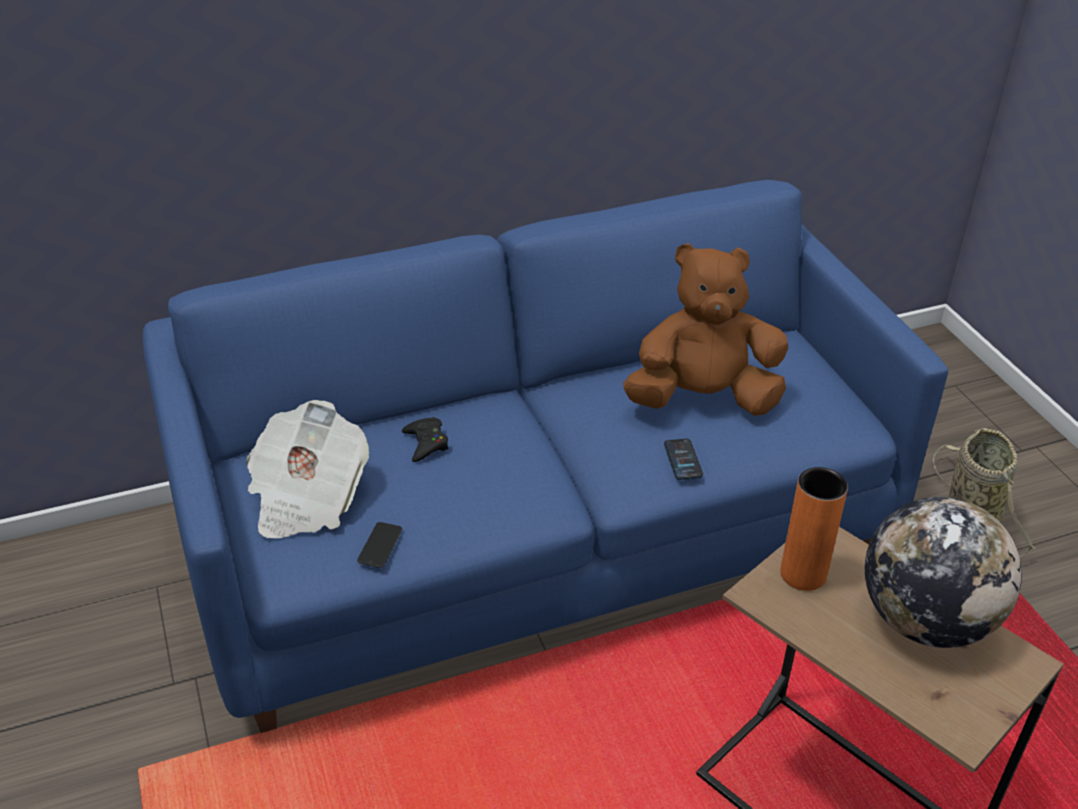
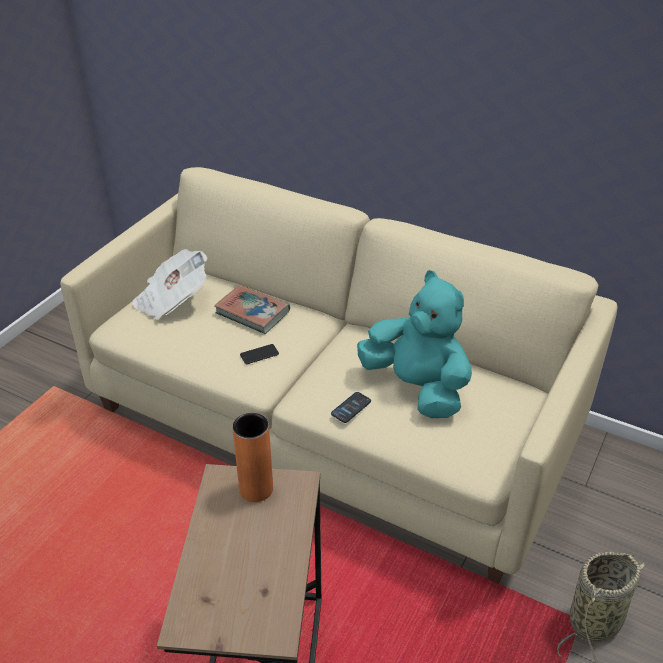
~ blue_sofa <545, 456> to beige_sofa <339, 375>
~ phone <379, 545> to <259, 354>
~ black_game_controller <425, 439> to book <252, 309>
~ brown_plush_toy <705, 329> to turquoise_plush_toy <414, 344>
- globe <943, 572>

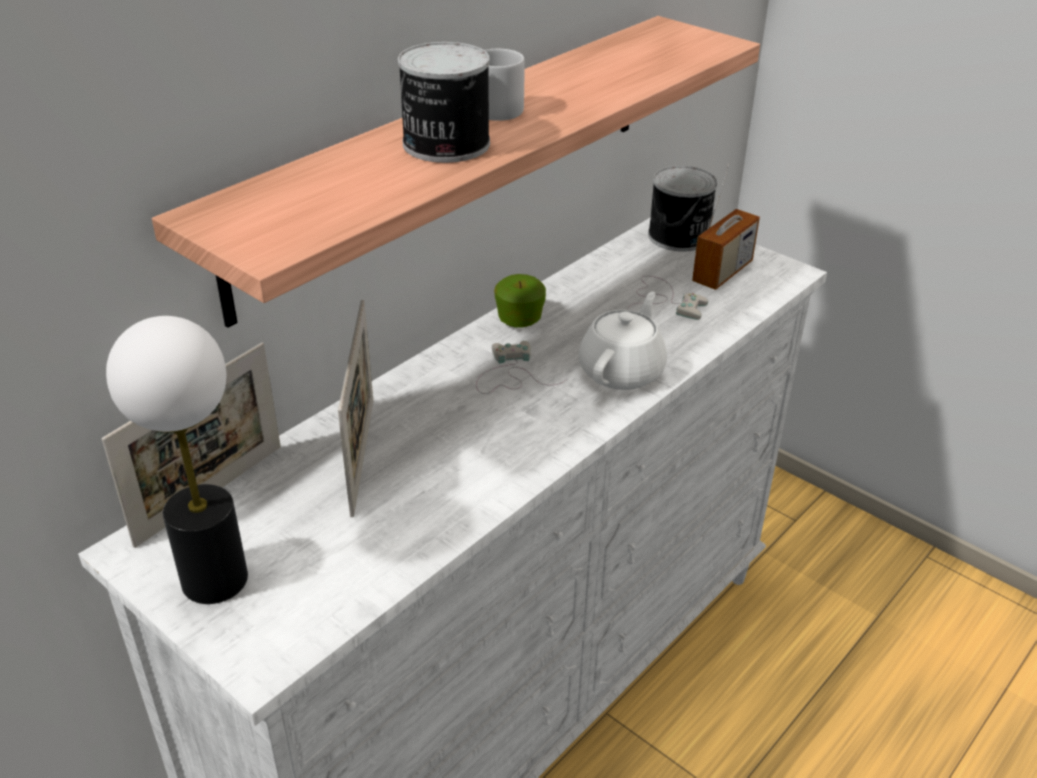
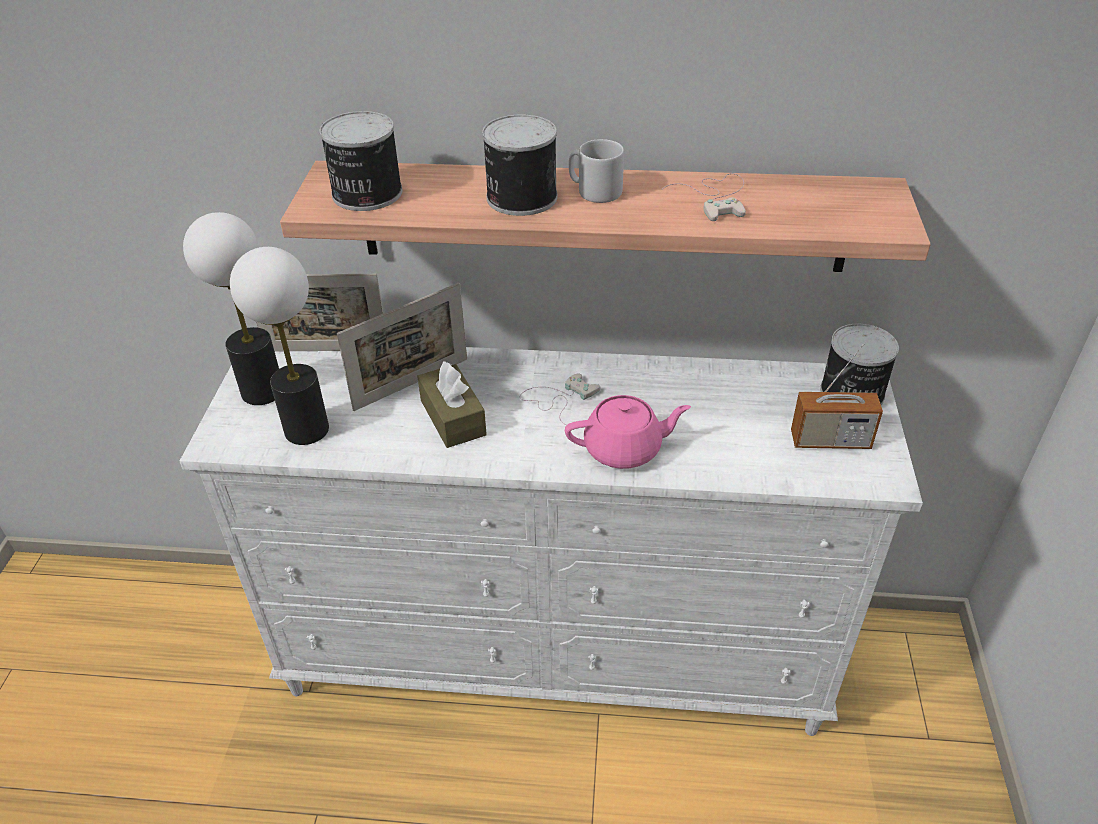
- apple <520, 301>
~ white_teapot <623, 341> to pink_teapot <628, 432>
~ white_game_controller <667, 298> to <704, 197>
+ table_lamp <279, 346>
+ can <361, 161>
+ brown_tissue_box <452, 404>

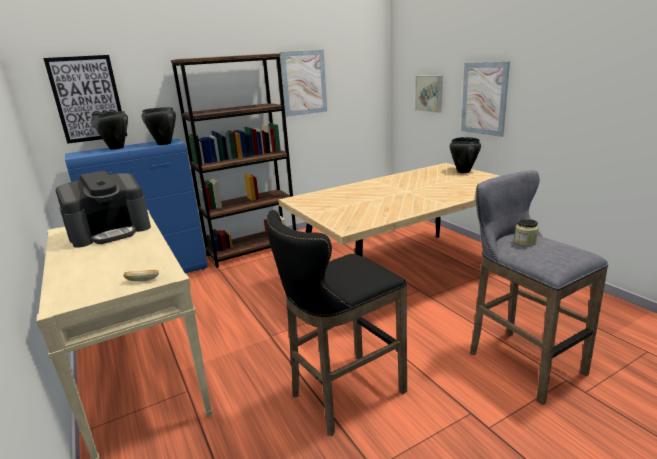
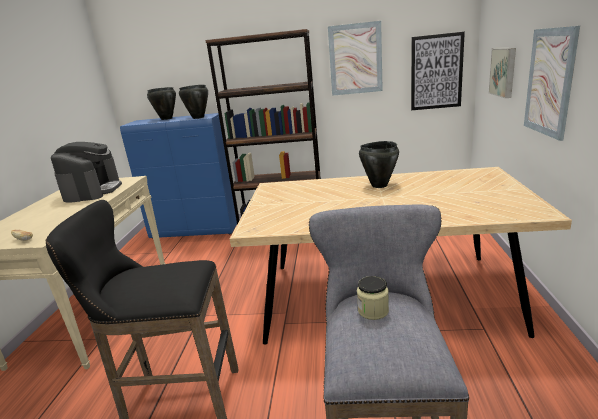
~ picture <85, 99> to <438, 71>
~ coffee_machine <103, 209> = <86, 172> 90 degrees counterclockwise
~ black_cooking_pot <465, 155> to <379, 164>

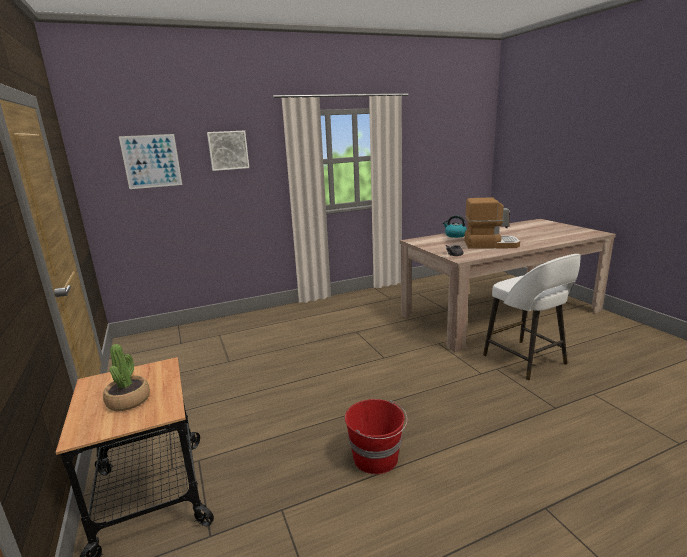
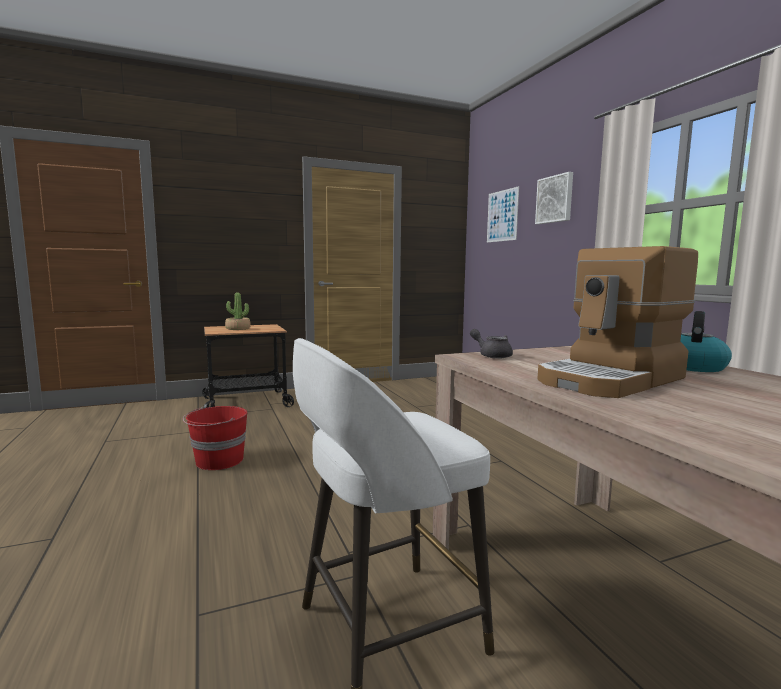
~ coffee_machine <492, 223> = <618, 322> 45 degrees clockwise

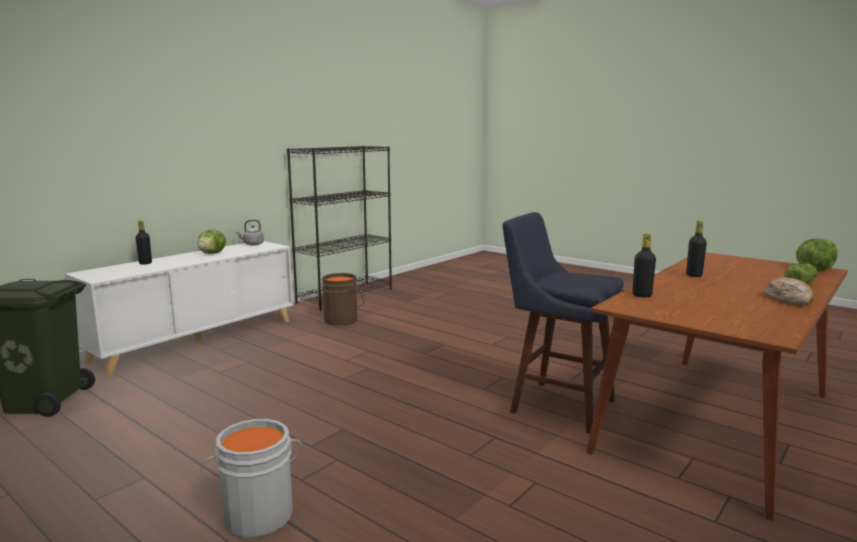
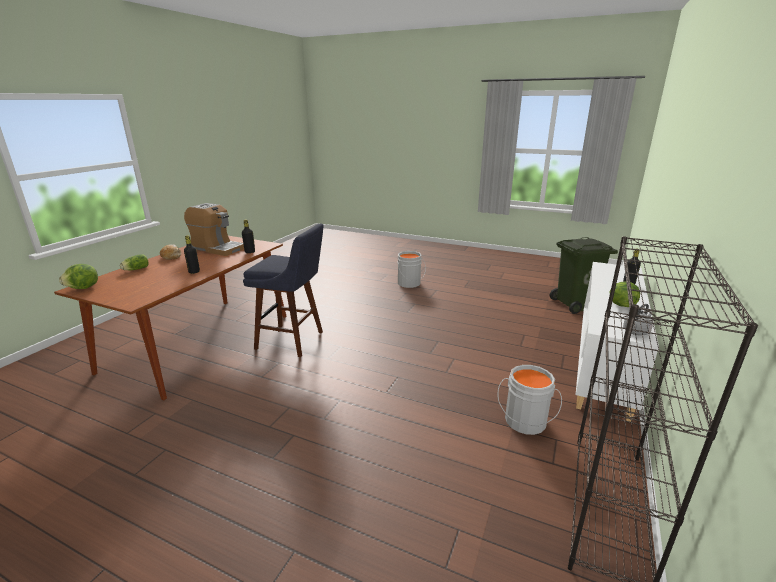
~ brown_bucket <343, 299> to grey_bucket <530, 400>
+ coffee_machine <214, 229>

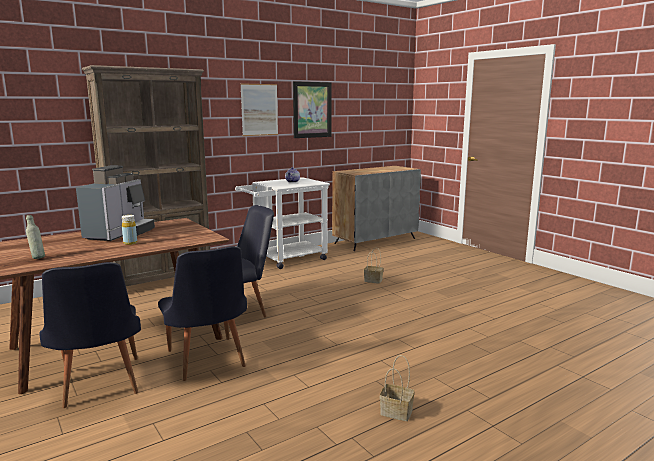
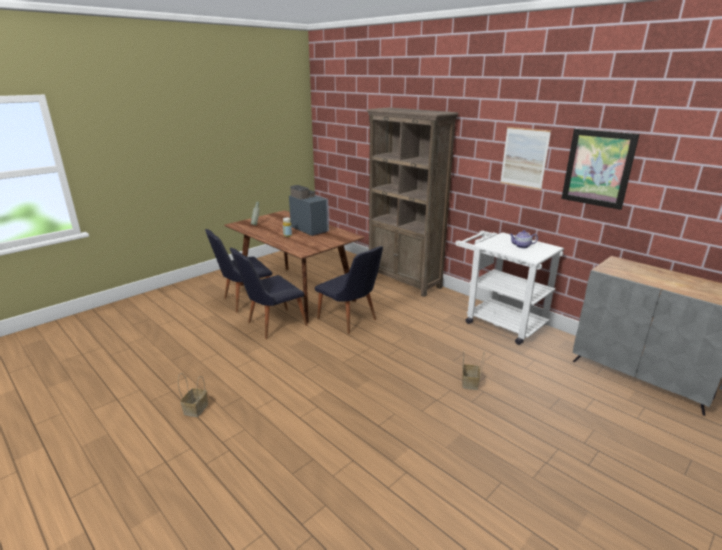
~ coffee_machine <115, 203> = <309, 210> 135 degrees counterclockwise

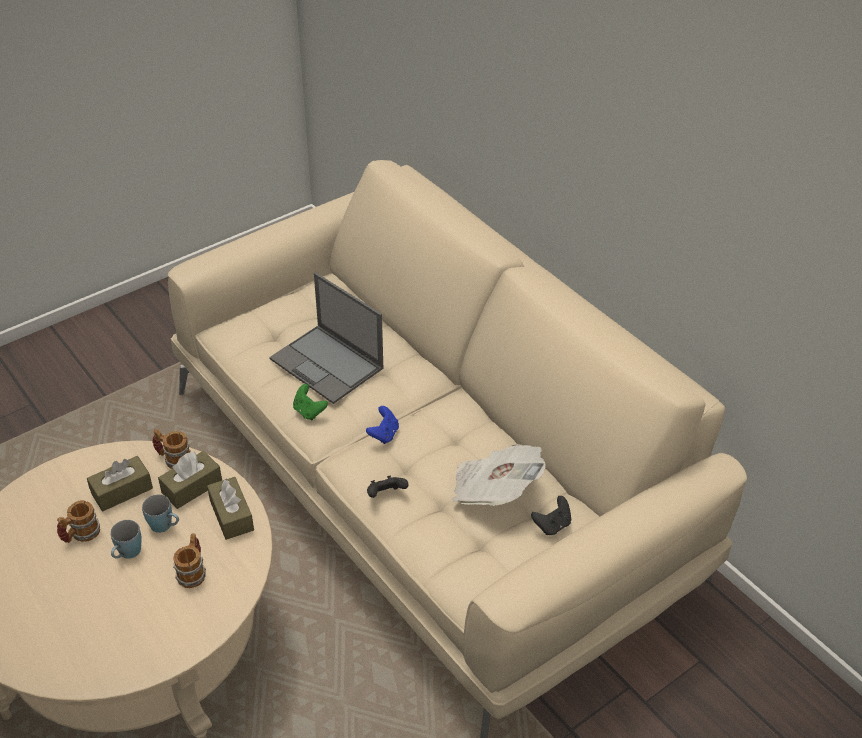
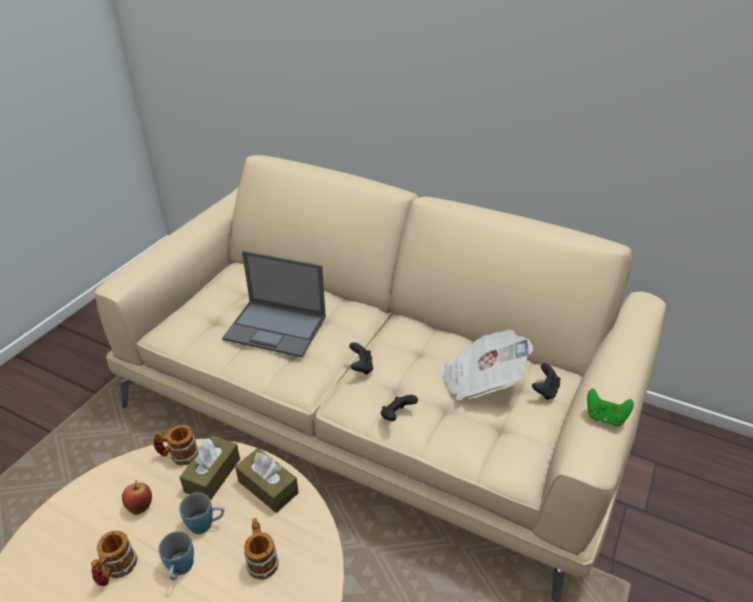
~ brown_tissue_box <120, 483> to apple <137, 497>
~ green_game_controller <310, 402> to <610, 407>
~ blue_game_controller <382, 425> to black_game_controller <361, 358>

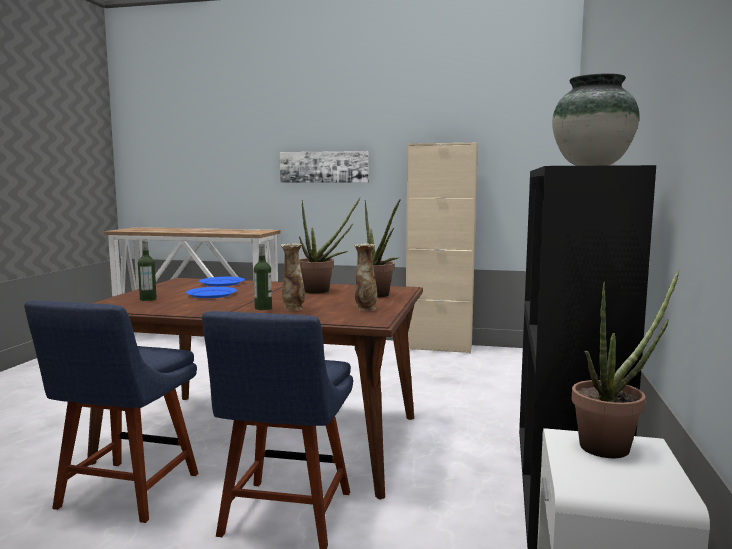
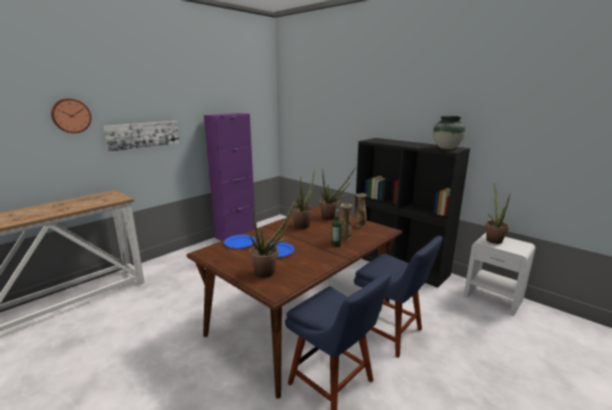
~ bottle <147, 270> to potted_plant <272, 239>
~ beige_cabinet <442, 248> to purple_cabinet <229, 177>
+ wall_clock <71, 115>

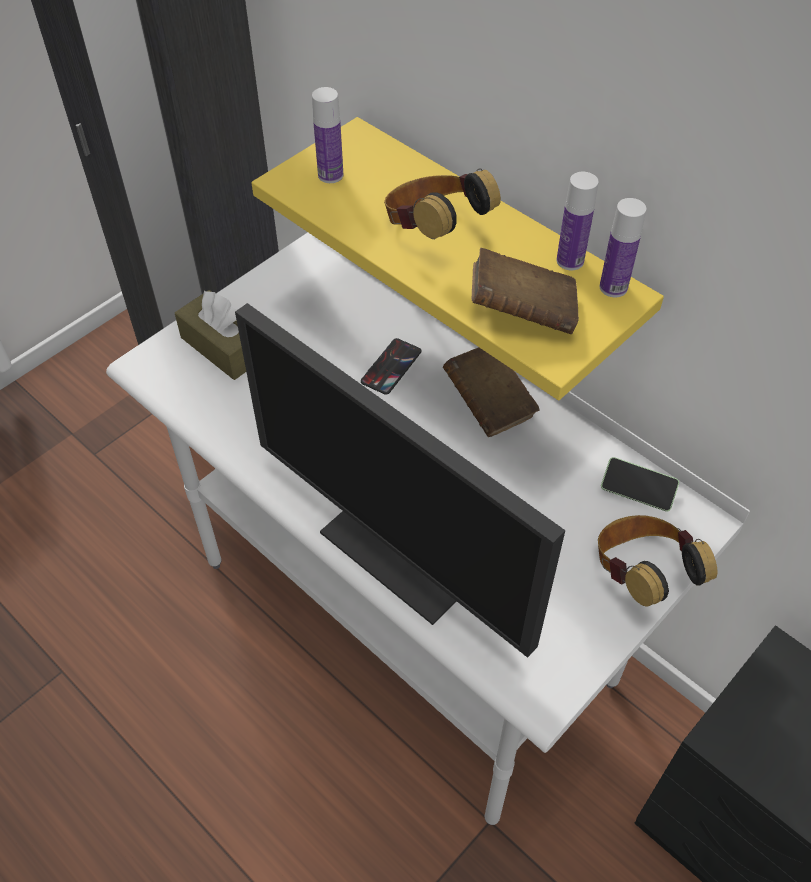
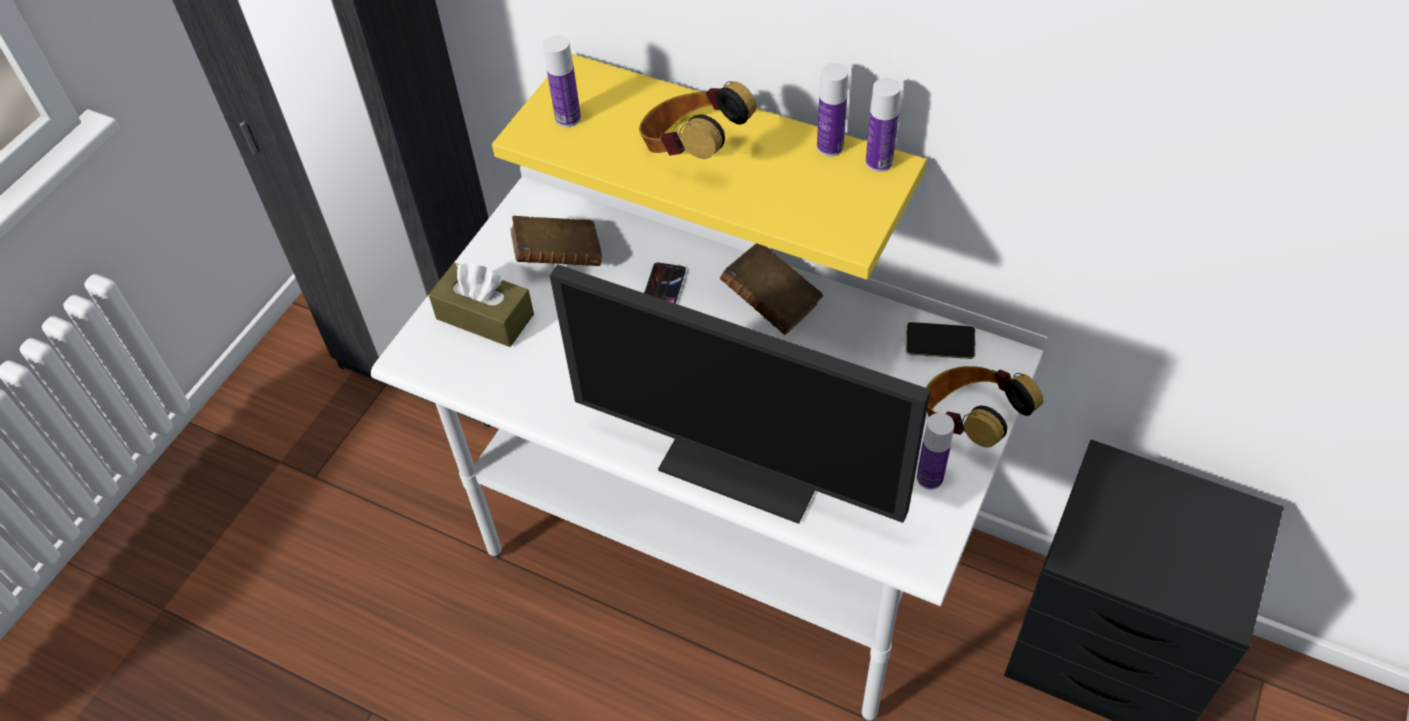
~ brown_book <525, 291> to <556, 241>
+ bottle <935, 451>

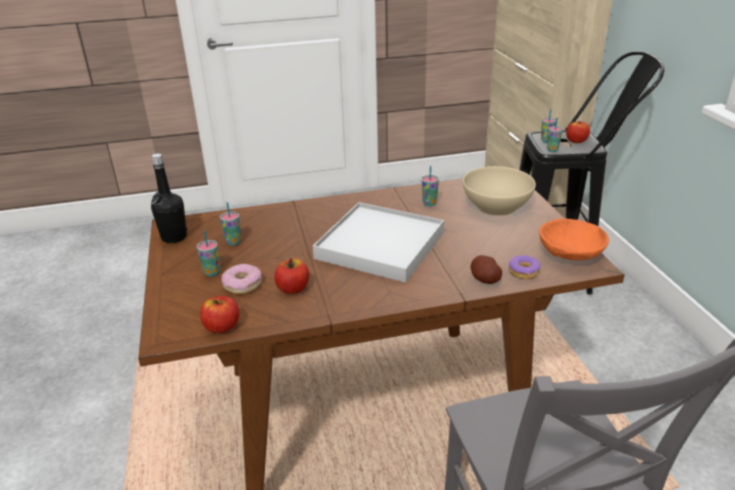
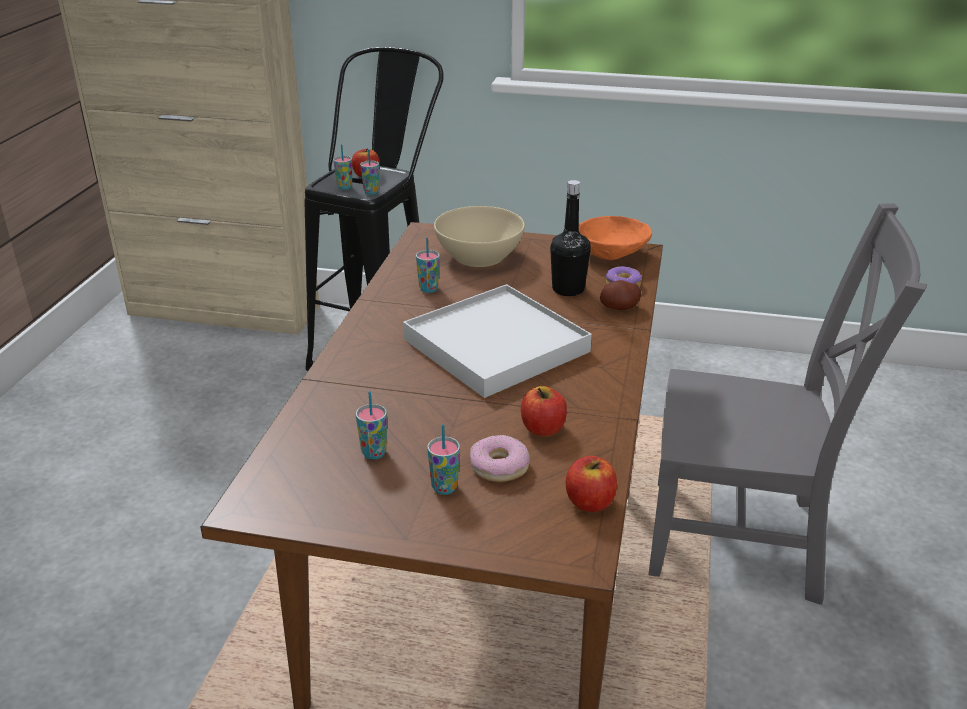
~ black_bottle <169, 198> to <570, 238>

